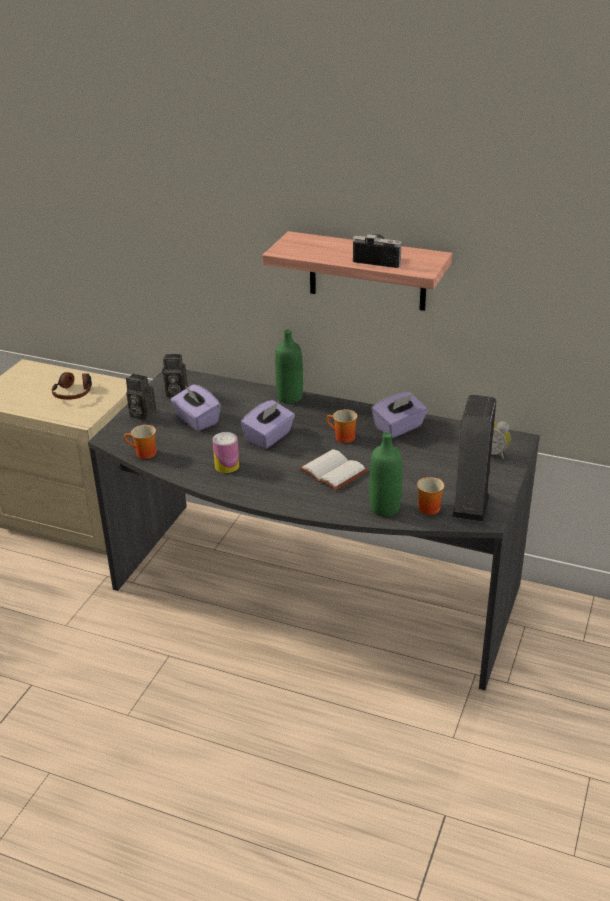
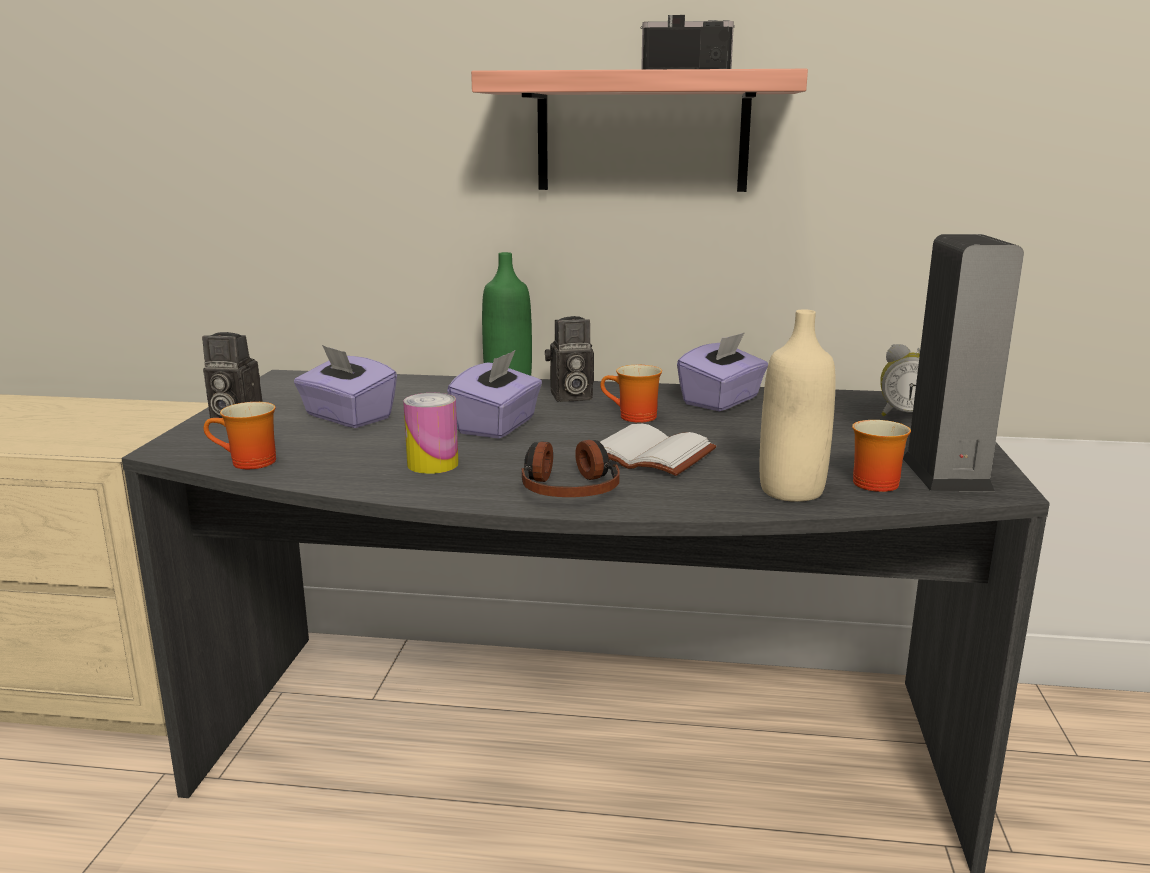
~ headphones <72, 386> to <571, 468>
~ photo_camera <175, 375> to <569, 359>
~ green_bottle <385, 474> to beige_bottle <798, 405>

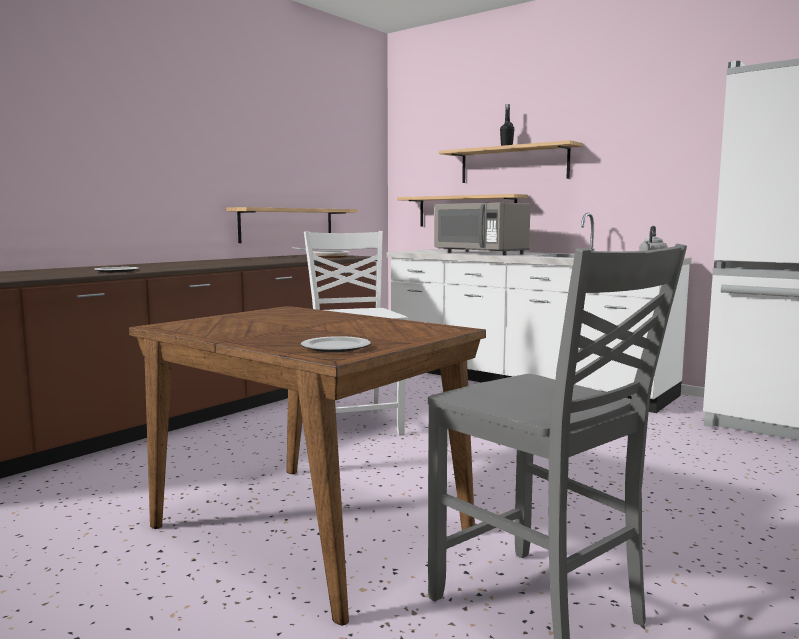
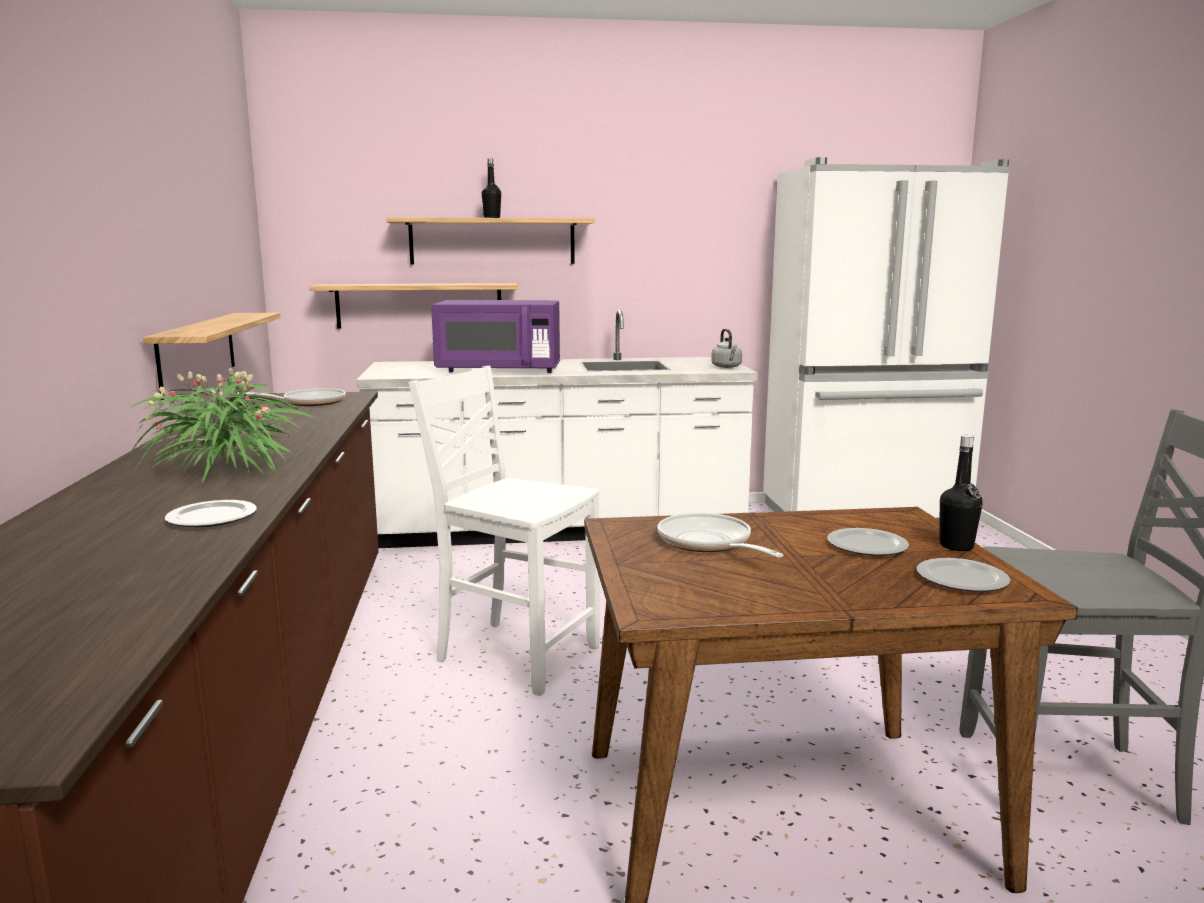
~ grey_microwave <482, 228> to purple_microwave <495, 336>
+ potted_plant <221, 426>
+ frying_pan <720, 535>
+ plate <868, 541>
+ black_bottle <960, 493>

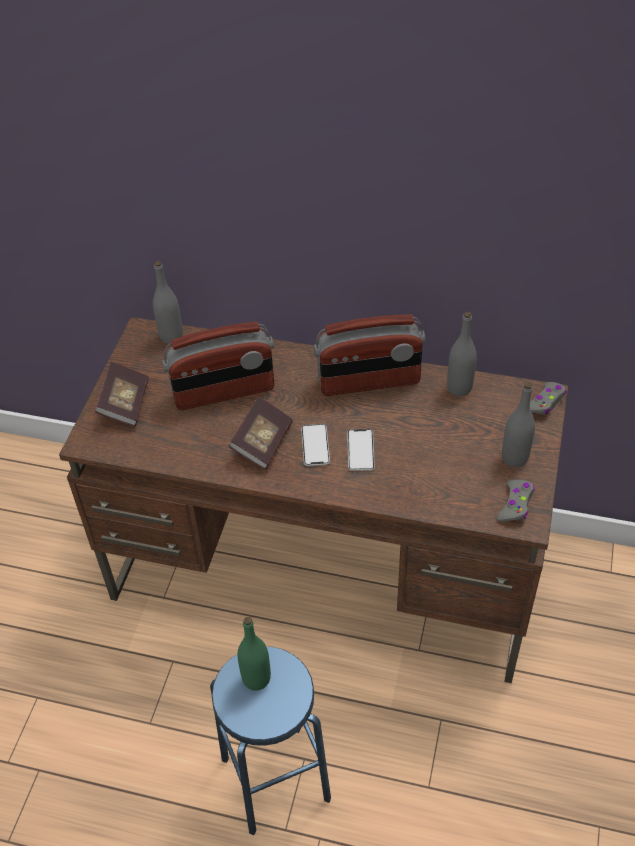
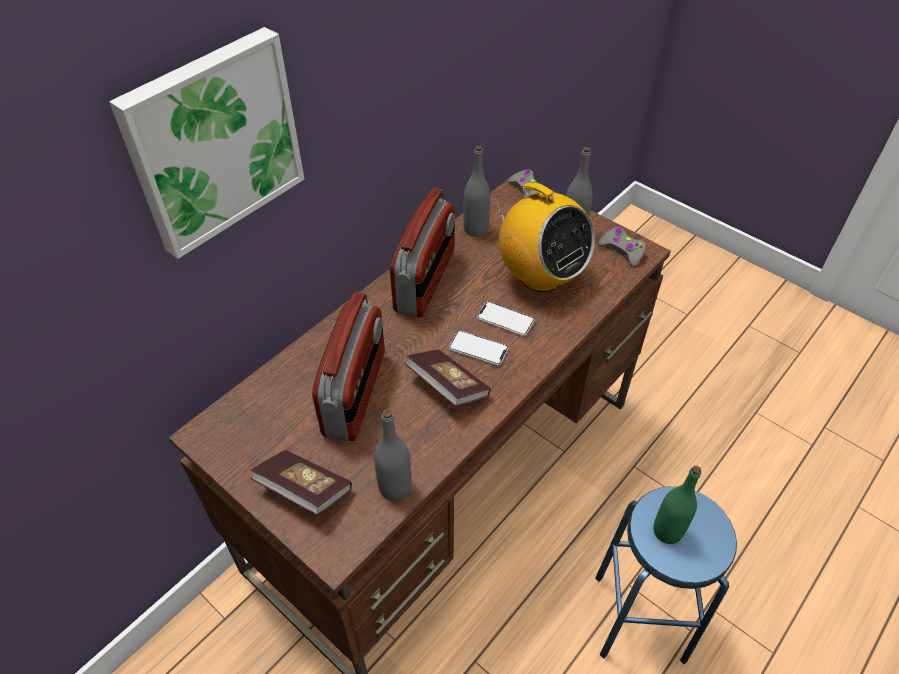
~ grey_bottle <168, 302> to <393, 455>
+ picture <206, 143>
+ radio <544, 237>

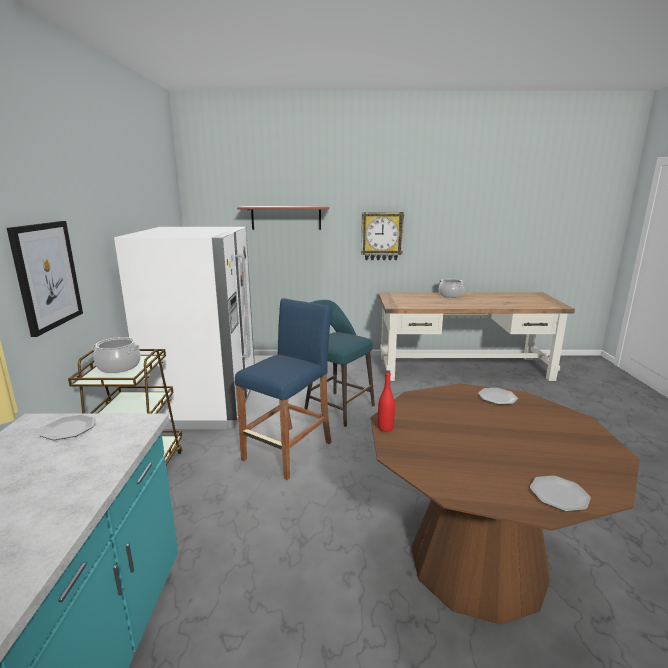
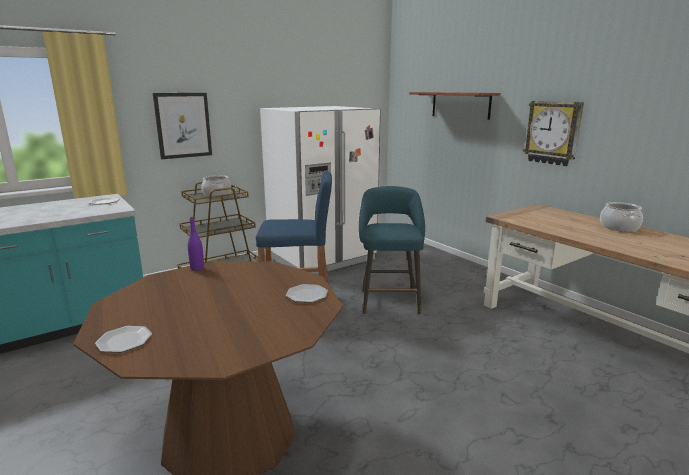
~ red_bottle <386, 401> to purple_bottle <196, 244>

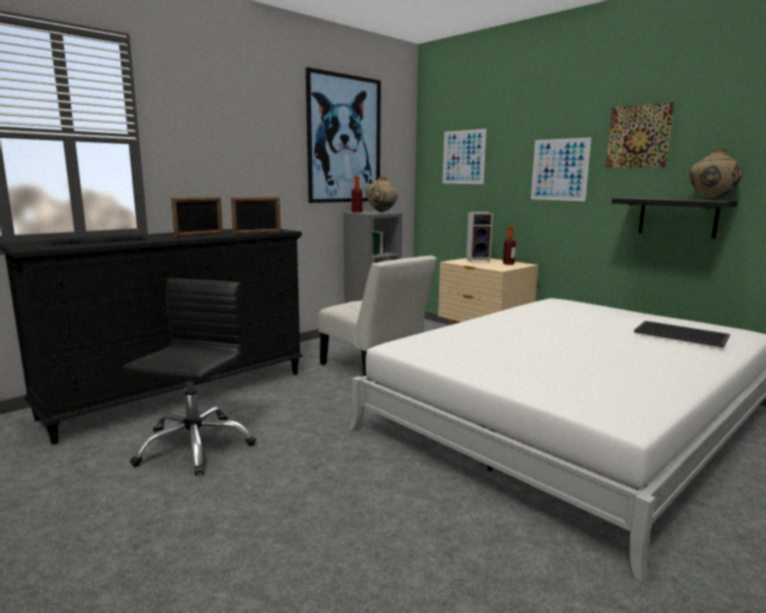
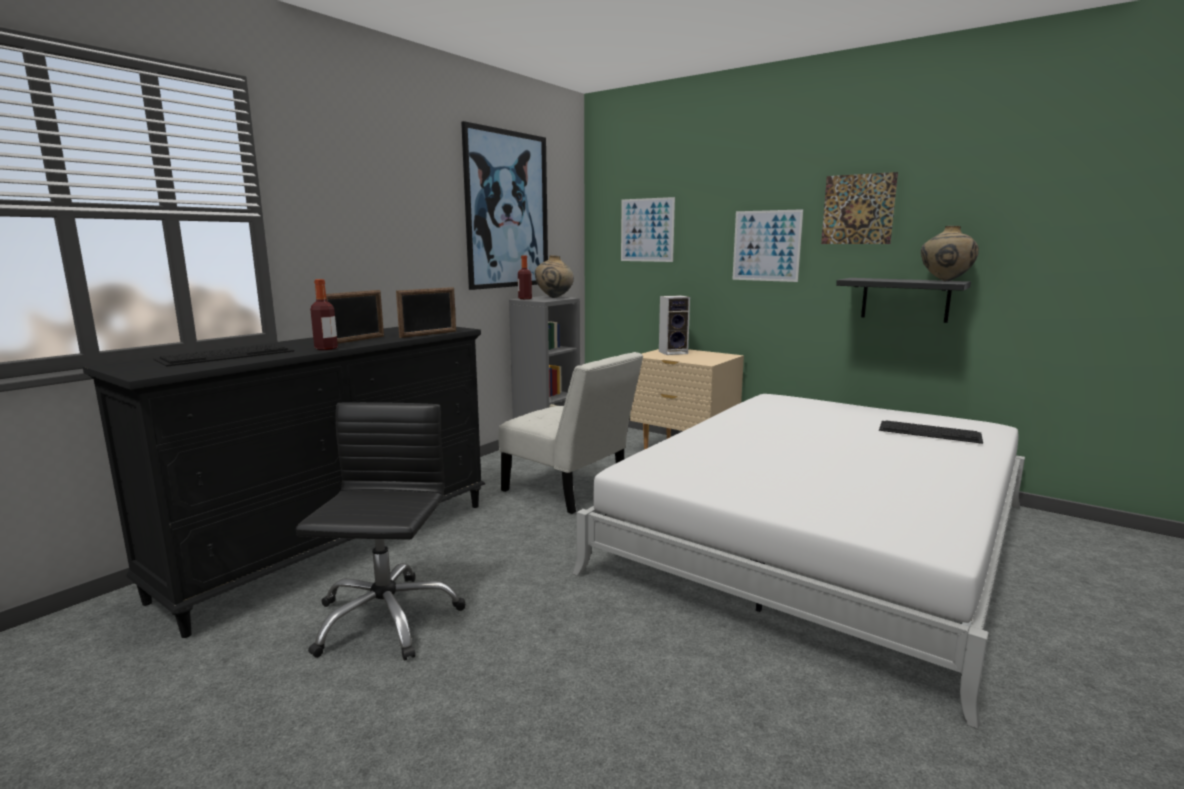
~ bottle <509, 246> to <324, 314>
~ tray <682, 334> to keyboard <931, 432>

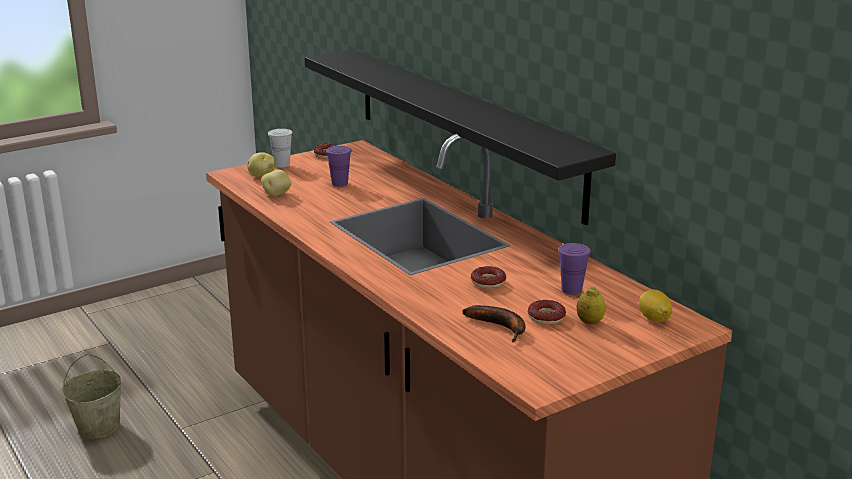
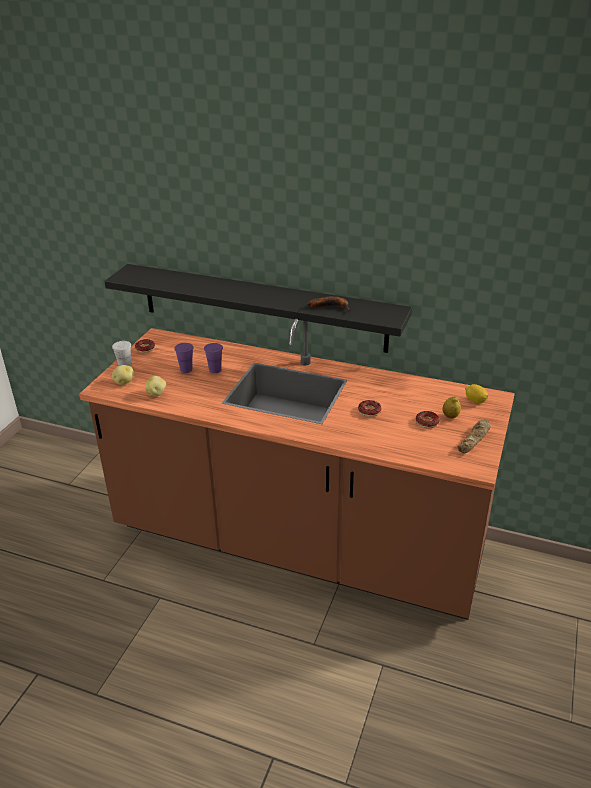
- beige_bucket <91, 396>
~ banana <494, 323> to <328, 304>
~ purple_cup <574, 269> to <213, 358>
+ bread <474, 436>

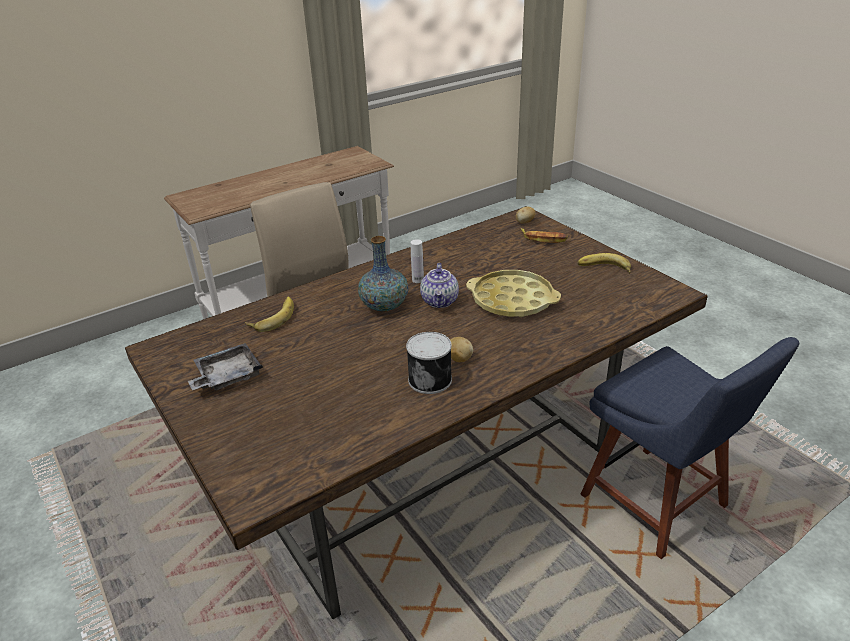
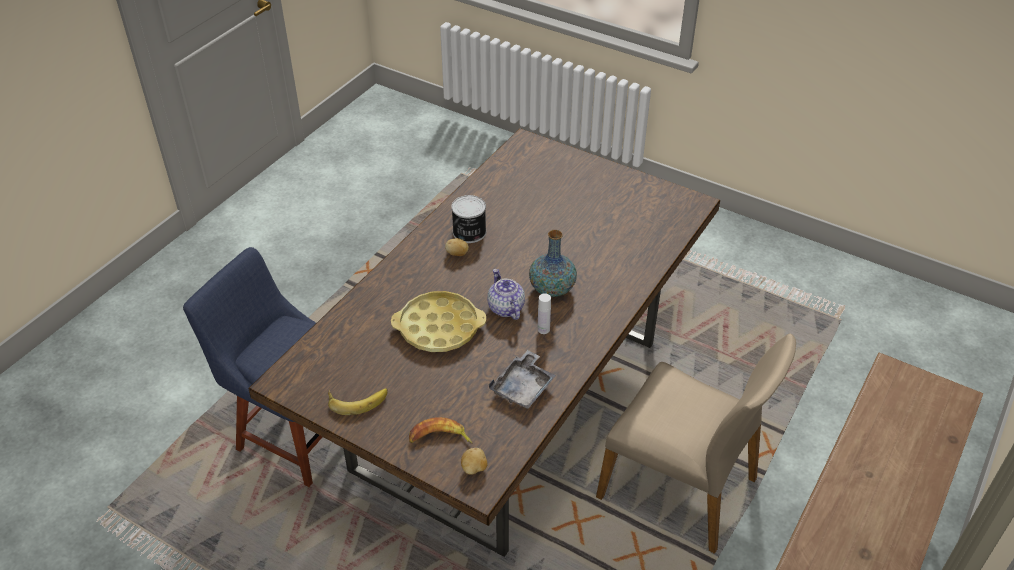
~ grey_tray <225, 366> to <522, 379>
- banana <269, 314>

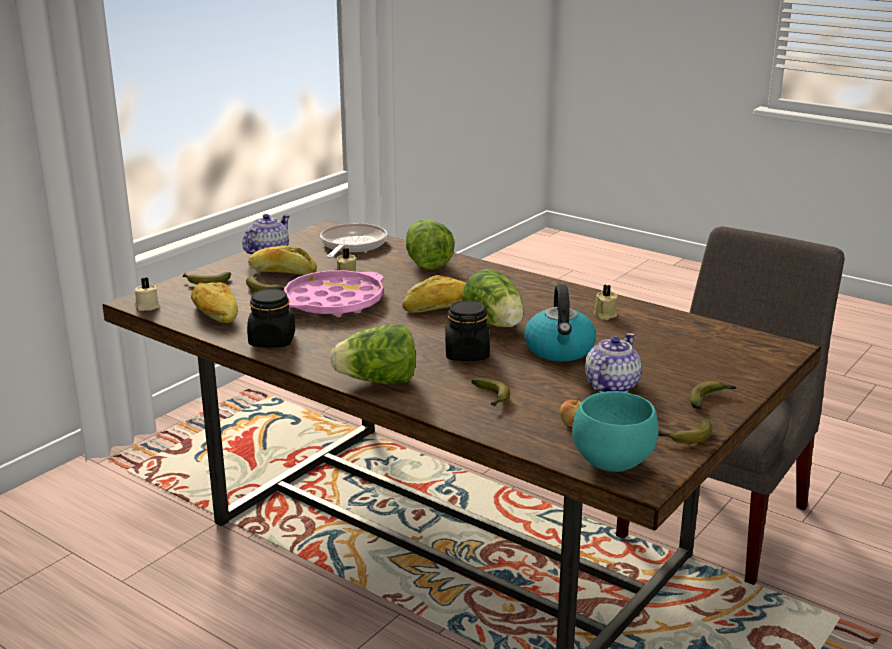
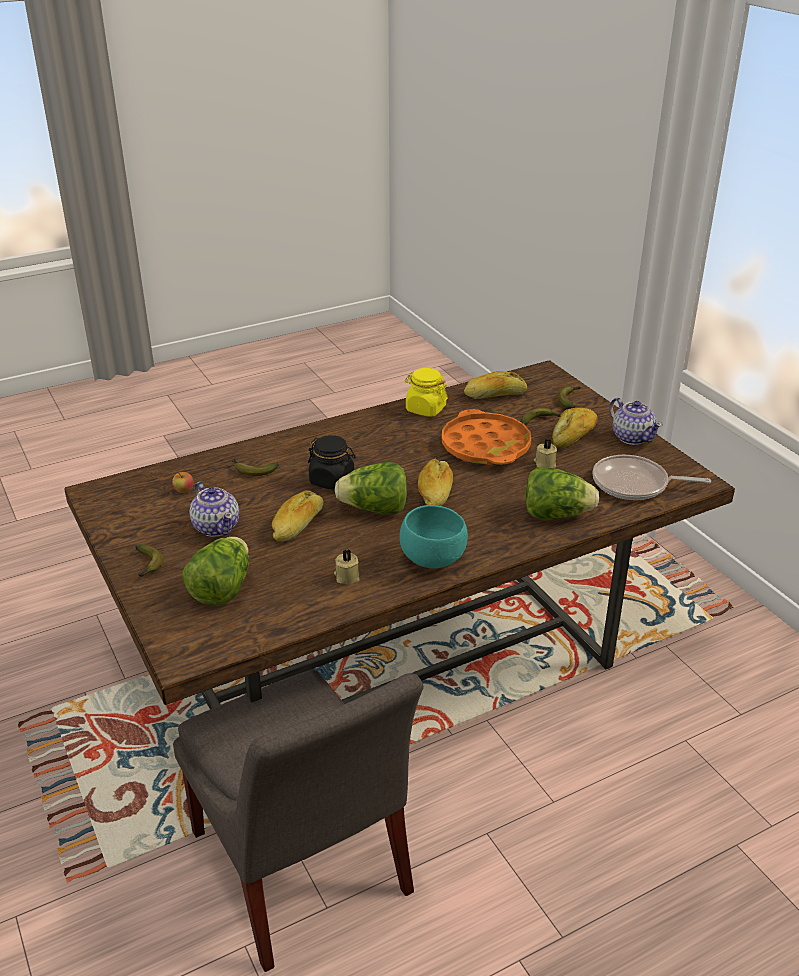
- beige_candle <147, 294>
~ black_jar <271, 317> to yellow_jar <426, 392>
~ pink_tray <334, 293> to orange_tray <486, 437>
~ frying_pan <354, 240> = <651, 477> 150 degrees clockwise
~ lettuce <373, 354> to <216, 571>
~ kettle <560, 323> to bread <298, 516>
~ turquoise_bowl <615, 431> to <433, 537>
- banana <685, 431>

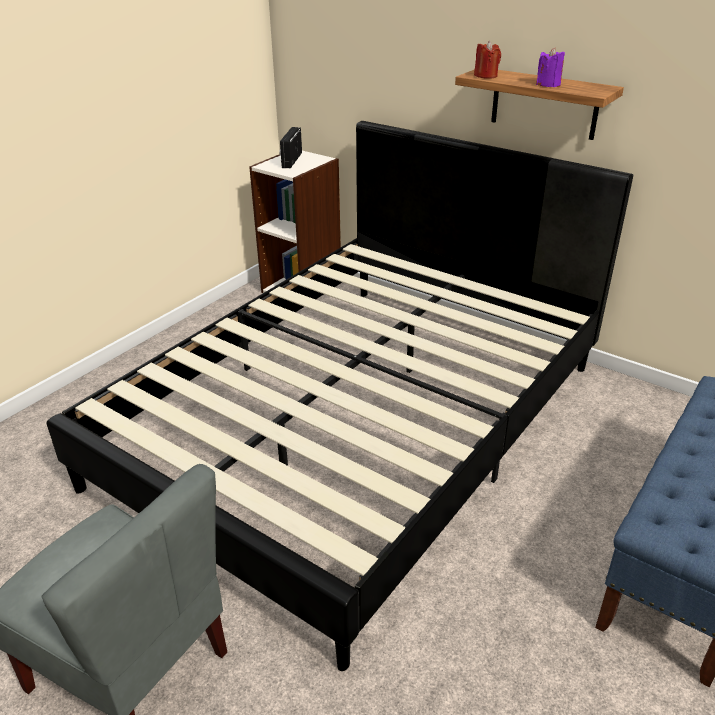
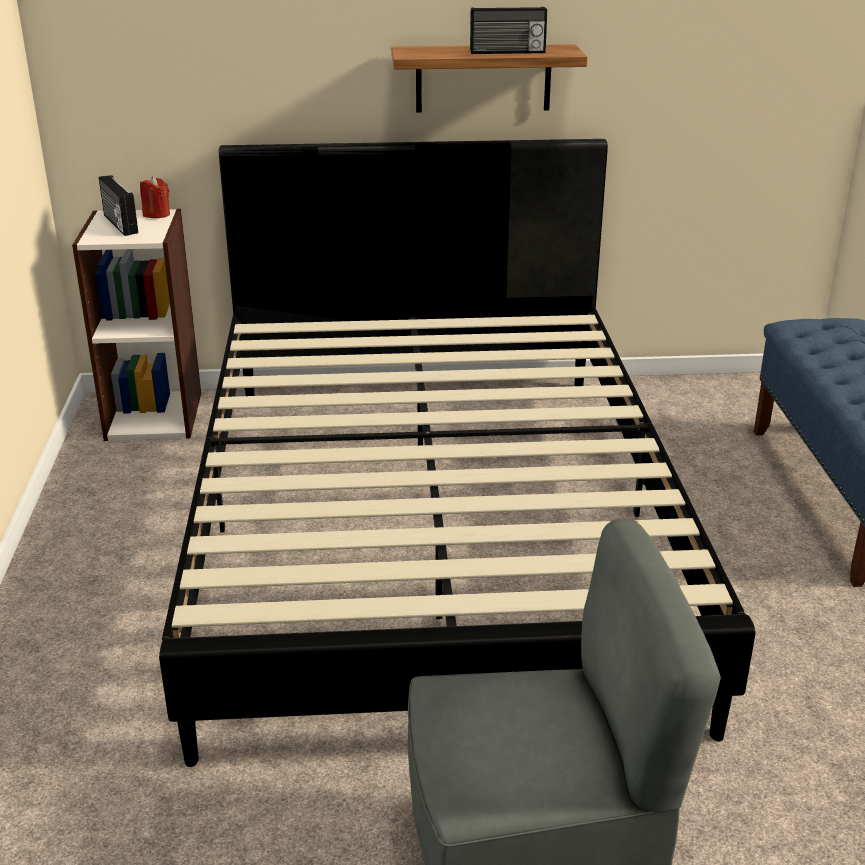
~ red_candle <487, 60> to <155, 197>
~ purple_candle <550, 67> to radio <508, 30>

